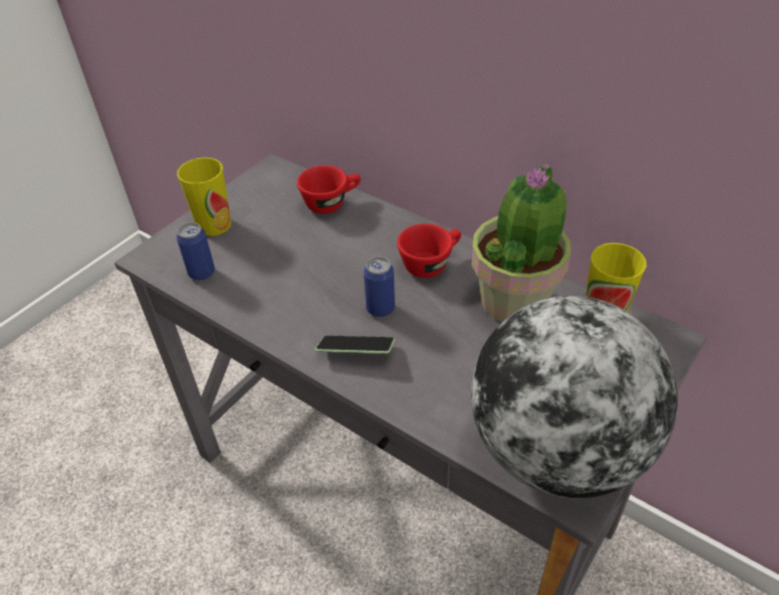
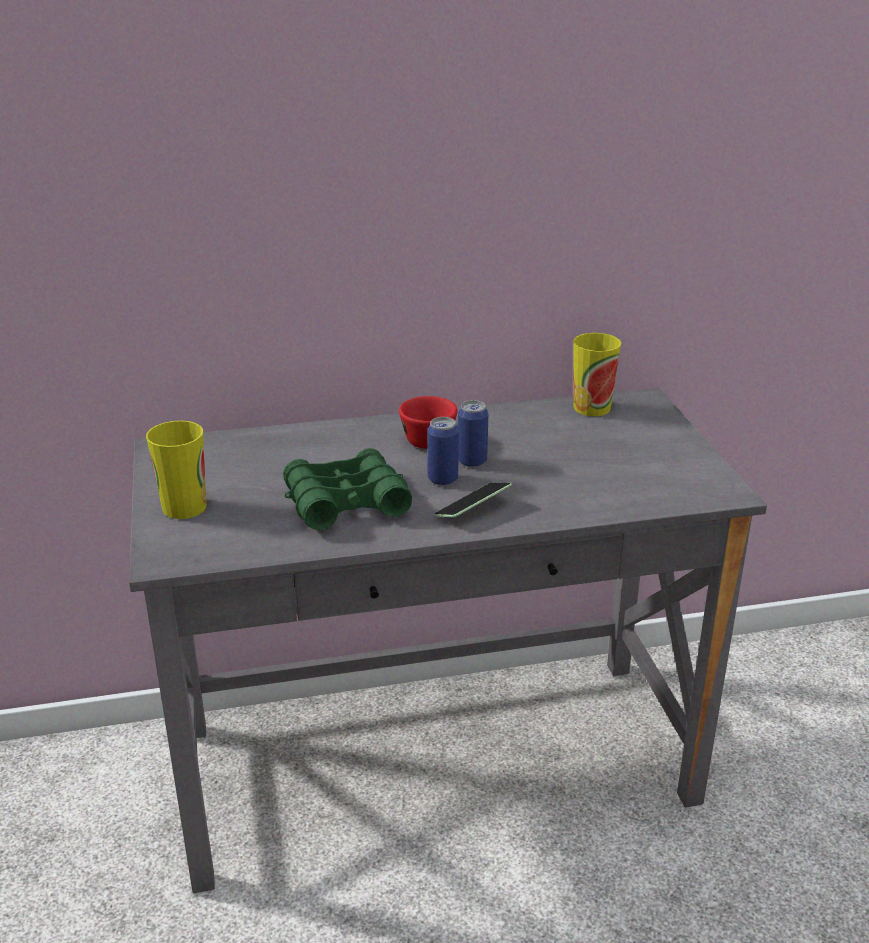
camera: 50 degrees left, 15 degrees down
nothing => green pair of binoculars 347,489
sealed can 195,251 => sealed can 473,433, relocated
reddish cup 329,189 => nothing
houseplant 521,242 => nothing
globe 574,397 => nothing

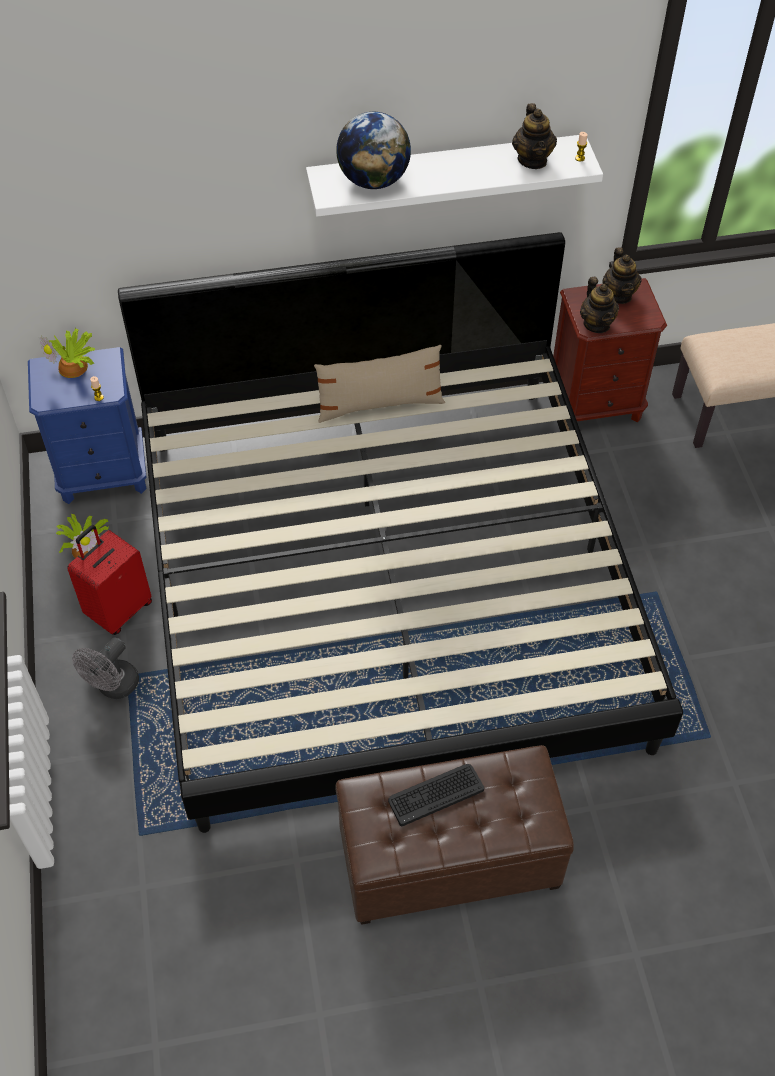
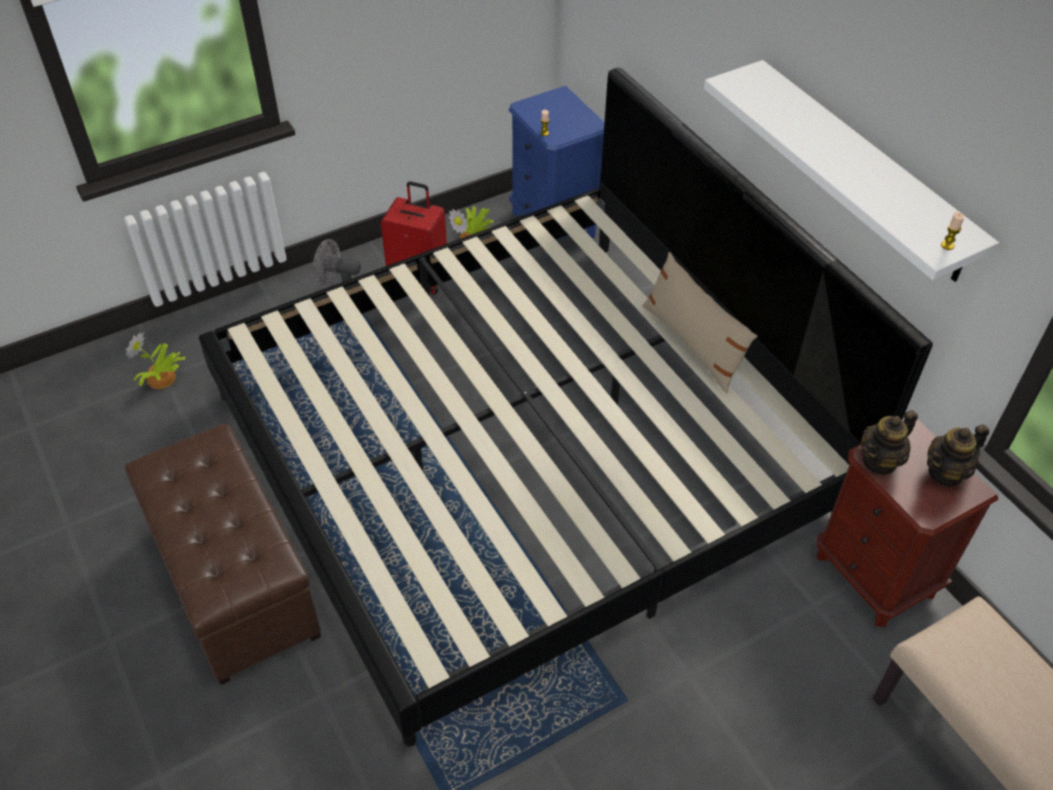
camera: 70 degrees right, 5 degrees down
houseplant 67,352 => houseplant 156,360, relocated
globe 373,150 => nothing
keyboard 436,795 => nothing
teapot 534,136 => nothing

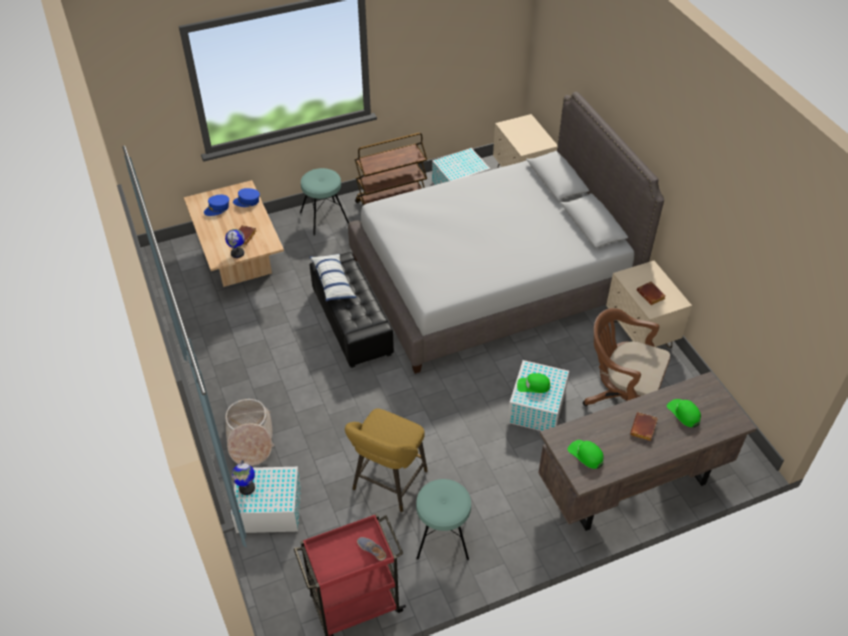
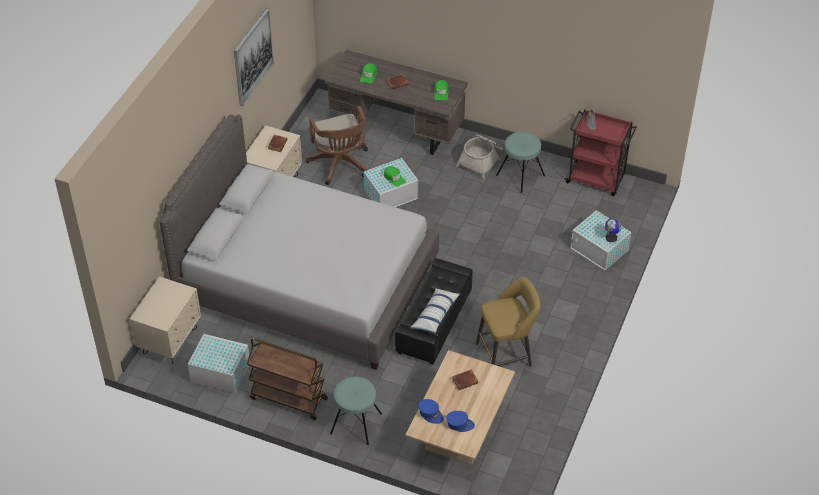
camera: 135 degrees left, 0 degrees up
nothing => wall art 254,57
household basket 249,432 => household basket 480,156, relocated
yellow-coloured stool seat 386,460 => yellow-coloured stool seat 508,322, relocated
globe 235,243 => nothing

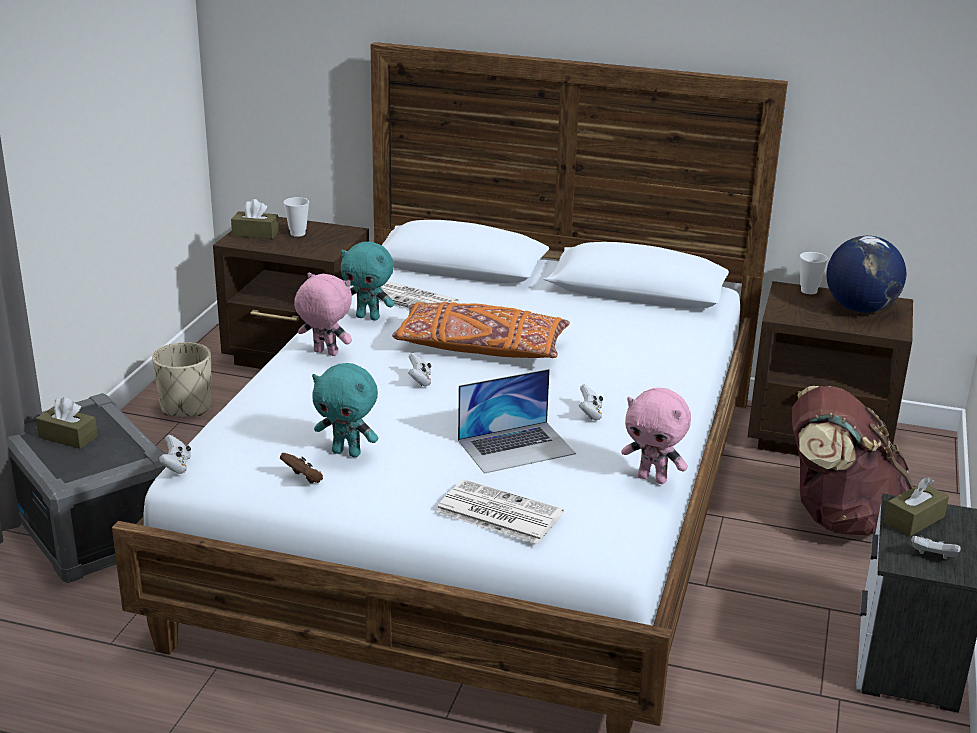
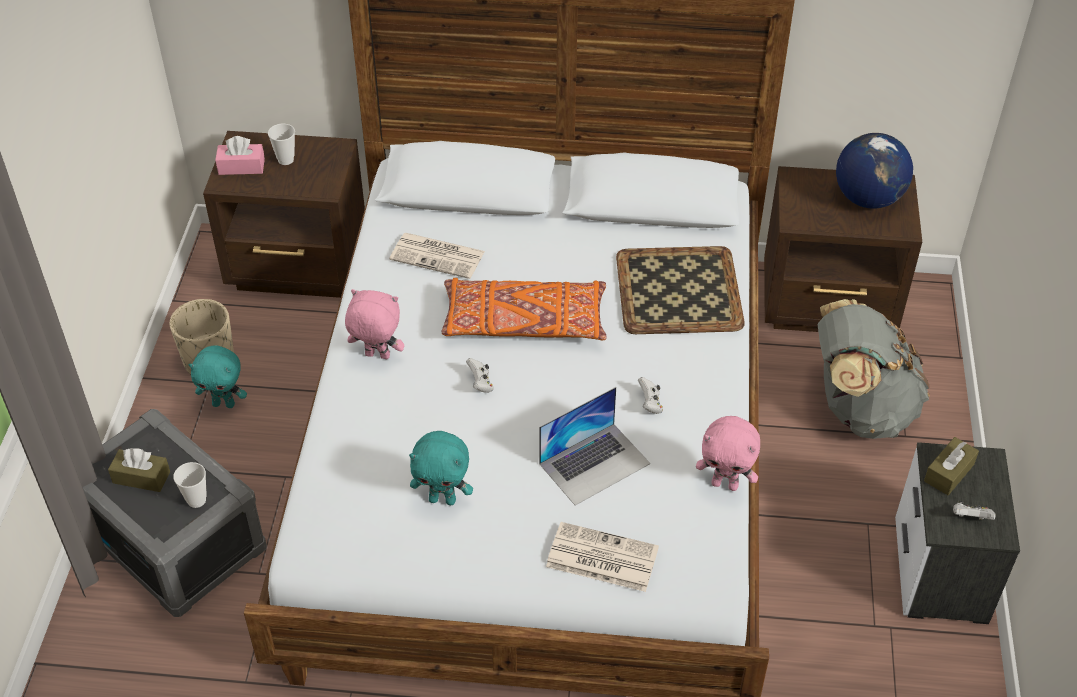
camera: 10 degrees left, 20 degrees up
cup 814,273 => cup 190,485, relocated
turquoise soft toy 368,281 => turquoise soft toy 217,376, relocated
brown-coloured tissue holder 255,219 => pinkish tissue holder 240,155
nothing => carrying tray 680,290
brown-coloured knapsack 852,460 => greyish knapsack 874,369
white-coloured joypad 174,454 => nothing
brown-coloured joypad 301,468 => nothing

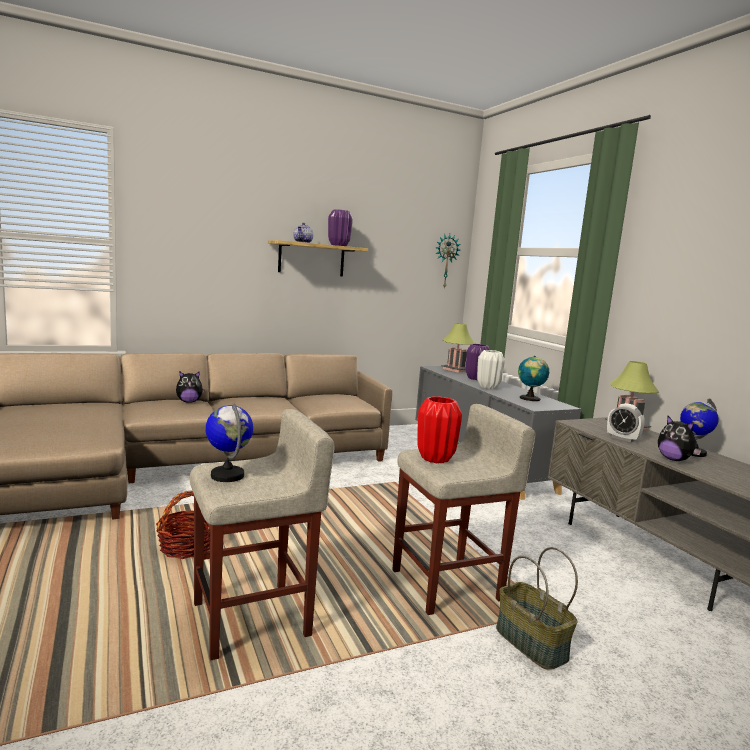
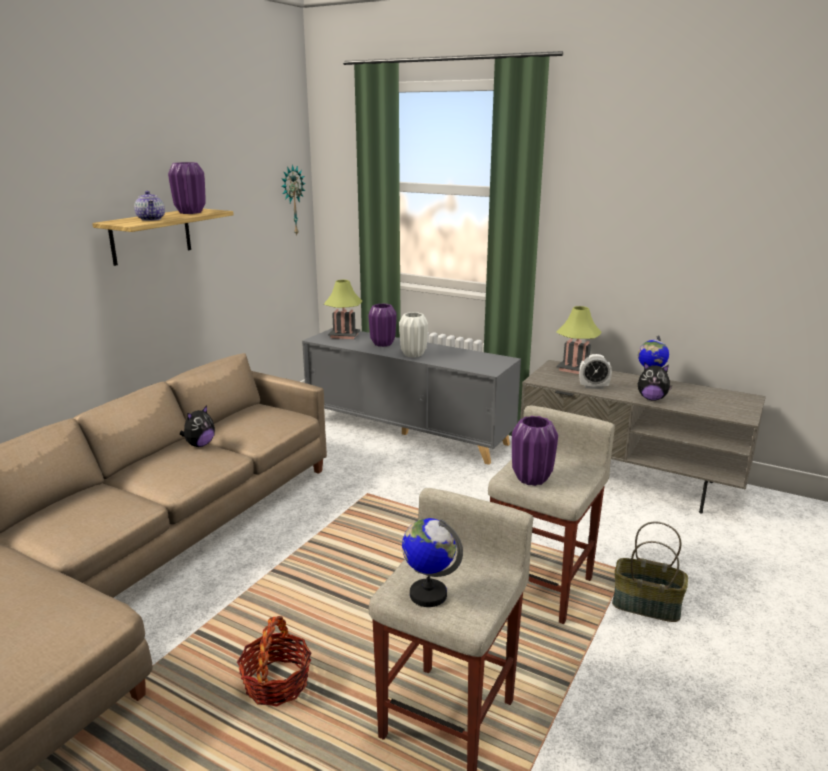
camera: 35 degrees left, 10 degrees up
soft toy 190,387 => soft toy 197,426, relocated
reddish decorative vase 439,429 => purple decorative vase 535,451
globe 533,378 => nothing

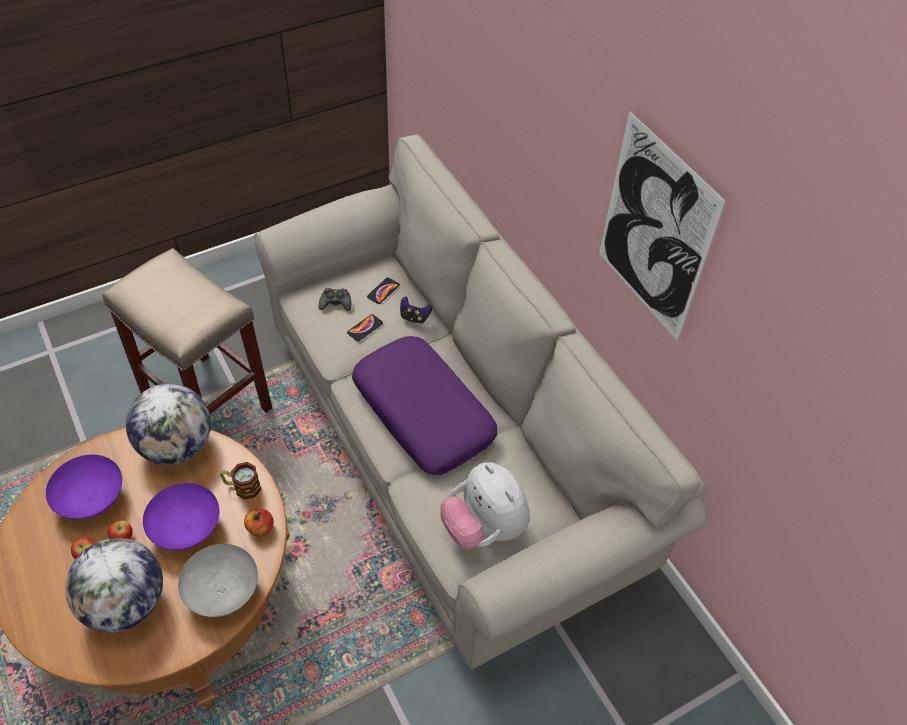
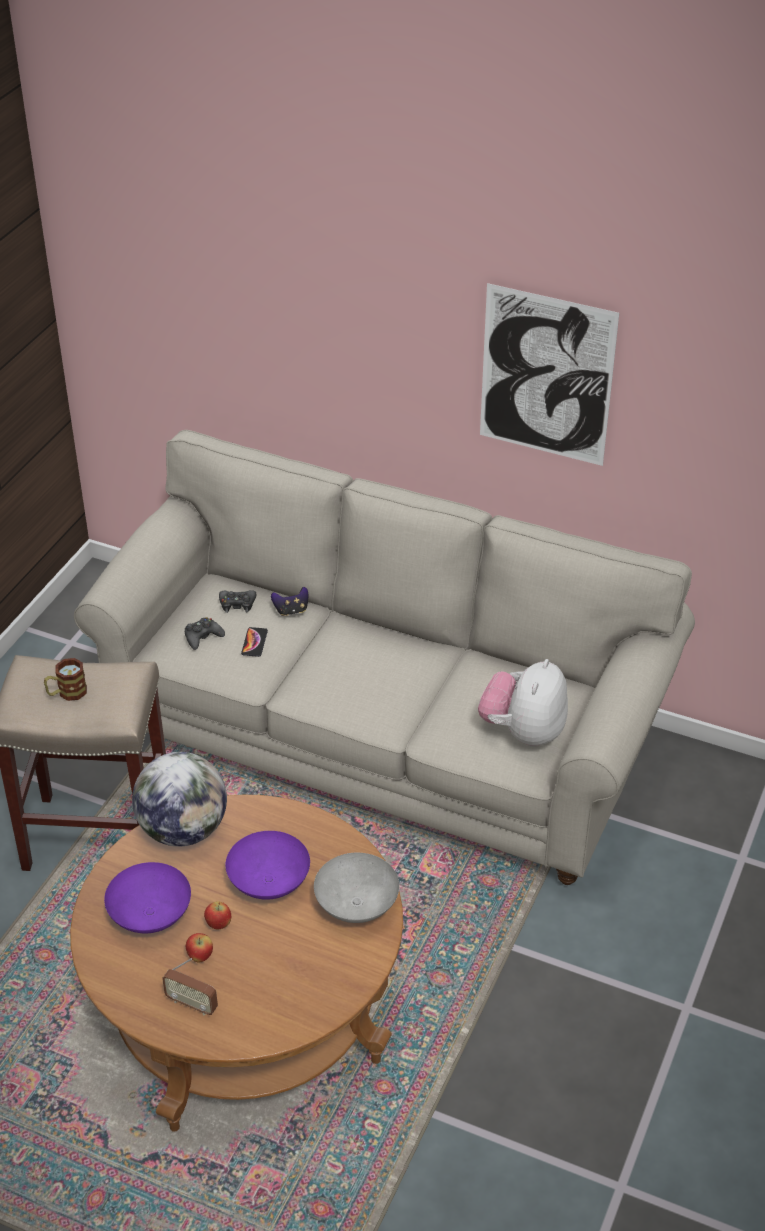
camera: 35 degrees left, 10 degrees down
coffee mug 240,480 => coffee mug 65,679, relocated
nothing => radio set 190,987
phone 383,290 => black-coloured joypad 237,601
soft toy 485,506 => soft toy 523,703, 90 degrees clockwise
globe 114,585 => nothing
whole apple 259,522 => nothing
purple throw pillow 424,405 => nothing

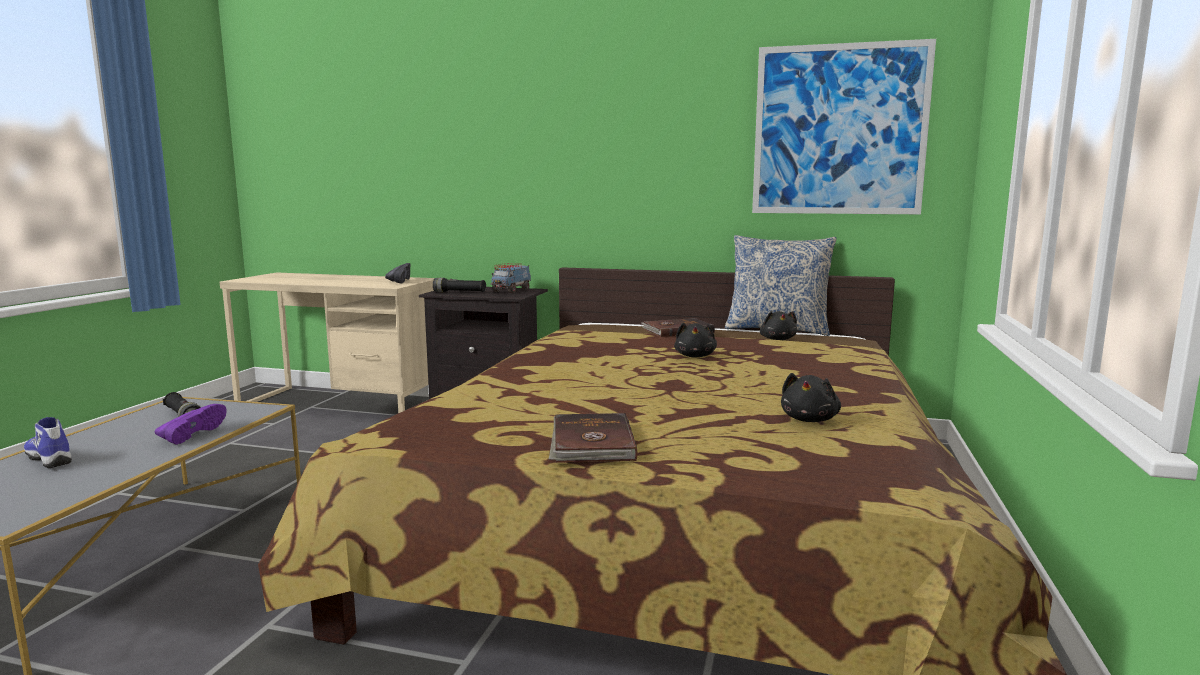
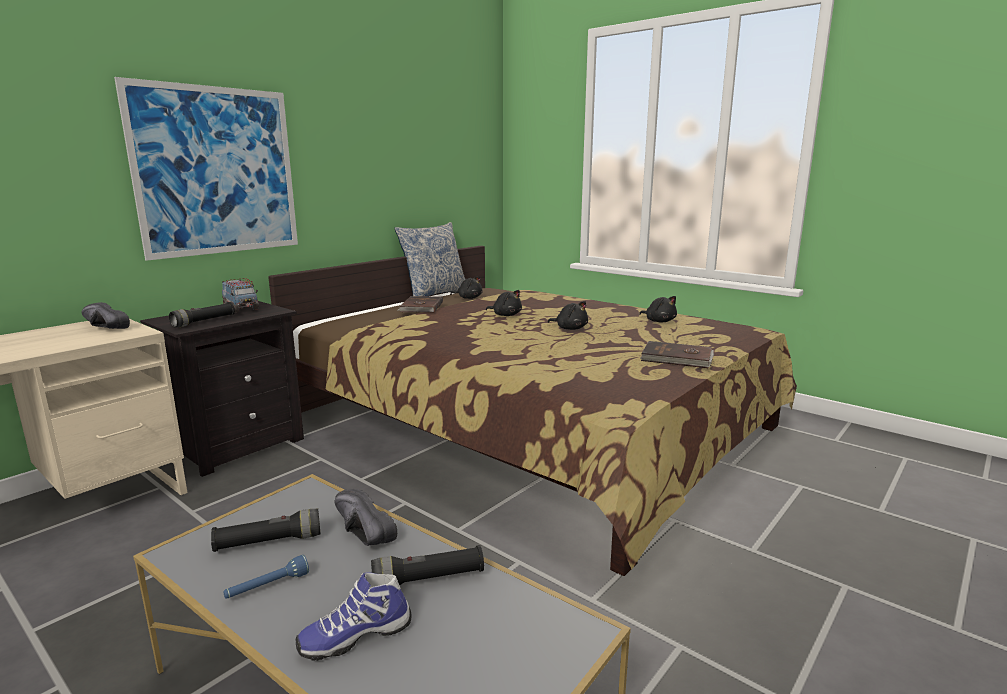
camera: 65 degrees left, 5 degrees up
wall art 844,126 => wall art 206,169, relocated
nothing => blue-coloured flashlight 266,577
purple low shoe 190,424 => black-coloured low shoe 365,517
nothing => black-coloured flashlight 427,565
nothing => black-coloured soft toy 568,315

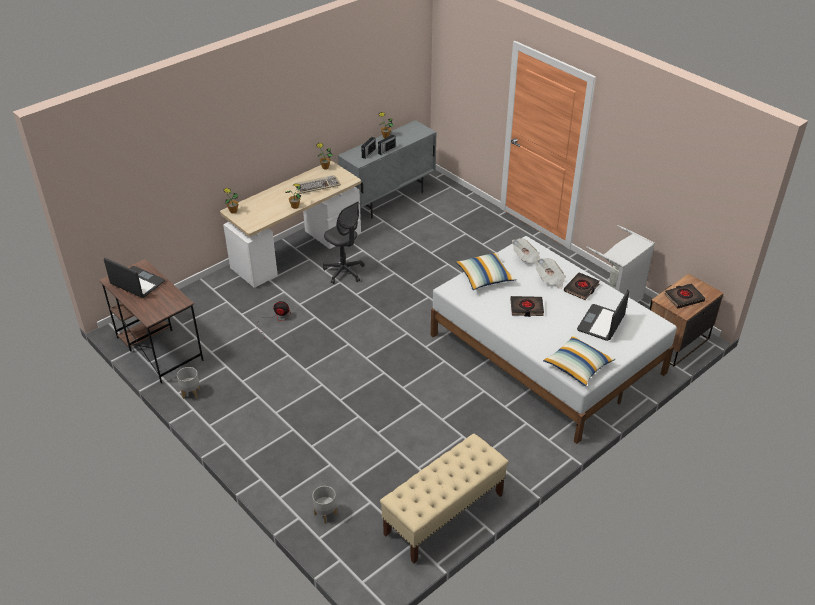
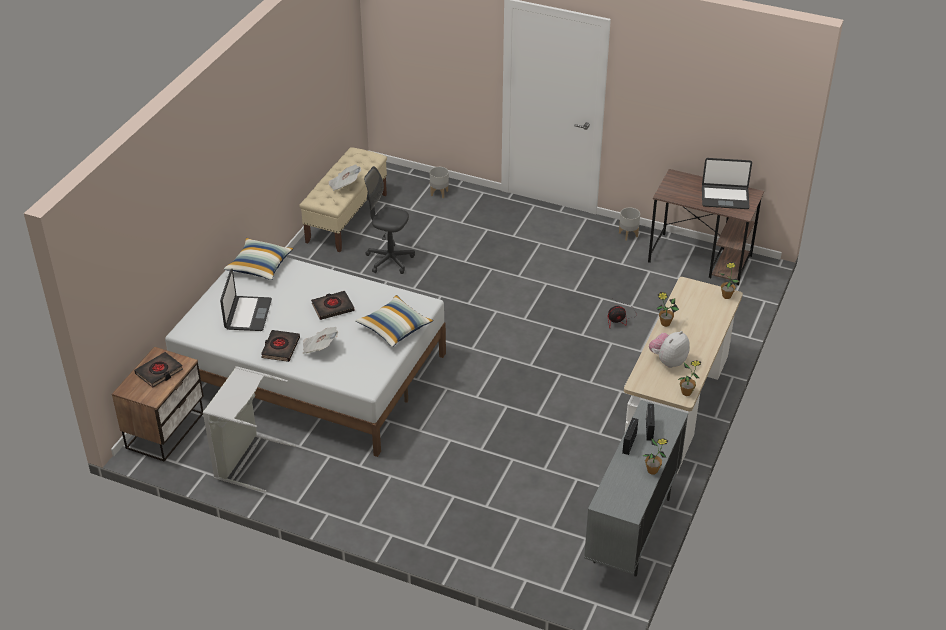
camera: 155 degrees right, 0 degrees up
printed paper 526,251 => printed paper 344,178, relocated
greyish office chair 344,243 => greyish office chair 389,220, relocated
keyboard 318,184 => soft toy 669,349

